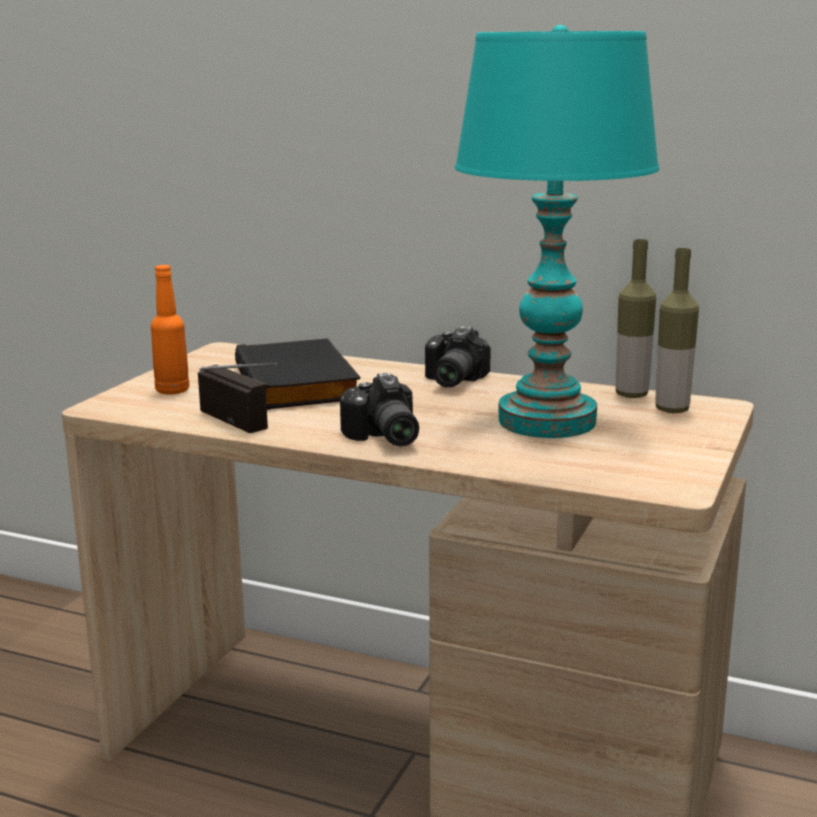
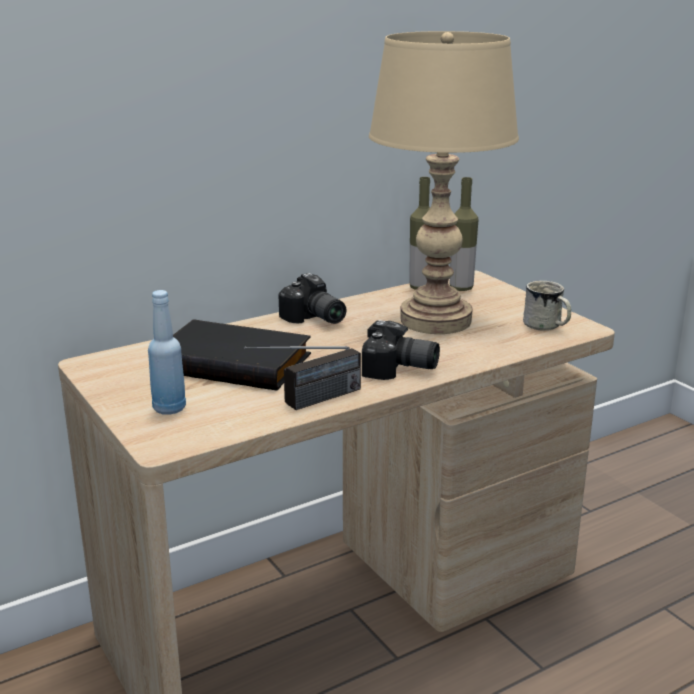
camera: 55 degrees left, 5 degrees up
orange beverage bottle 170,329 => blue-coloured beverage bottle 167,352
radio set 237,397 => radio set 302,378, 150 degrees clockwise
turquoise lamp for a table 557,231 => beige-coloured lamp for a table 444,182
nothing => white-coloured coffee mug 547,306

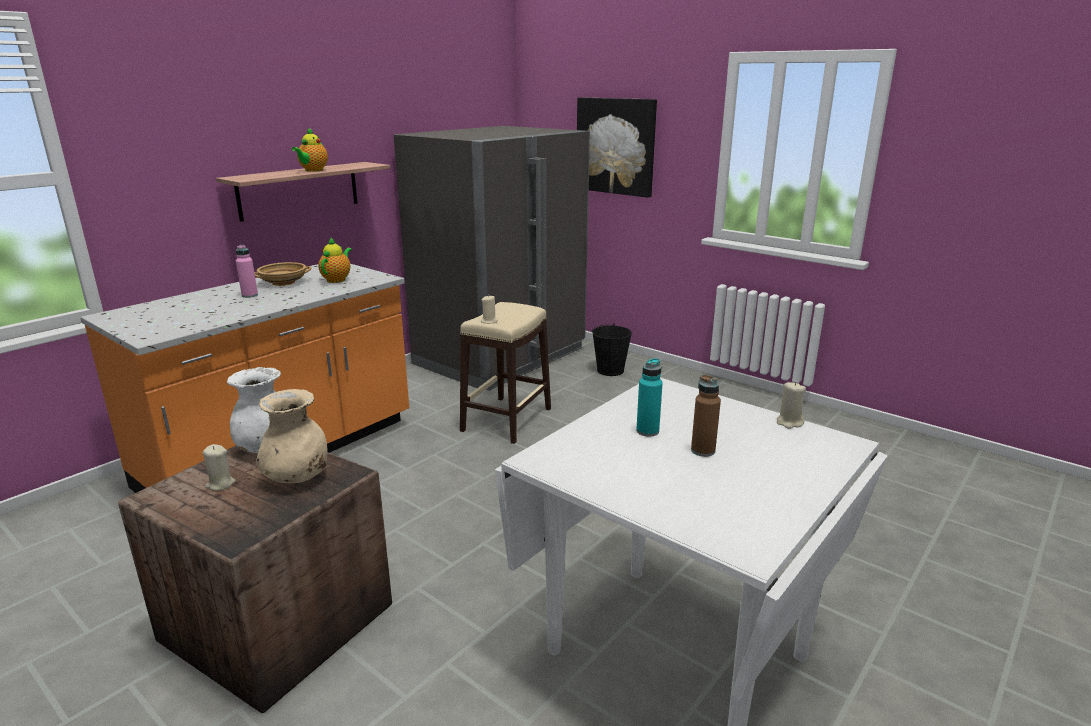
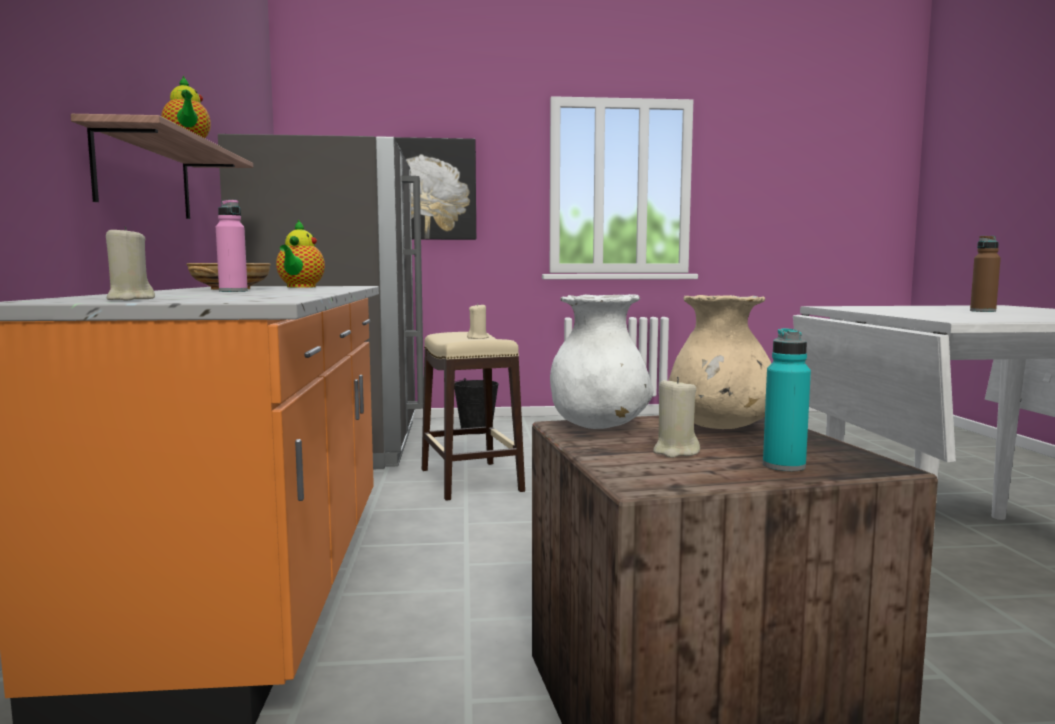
camera: 45 degrees left, 15 degrees down
beige-coloured wax light 791,405 => beige-coloured wax light 130,263, relocated
teapot 335,260 => teapot 300,254, 150 degrees counterclockwise
turquoise beverage bottle 649,397 => turquoise beverage bottle 787,399, relocated

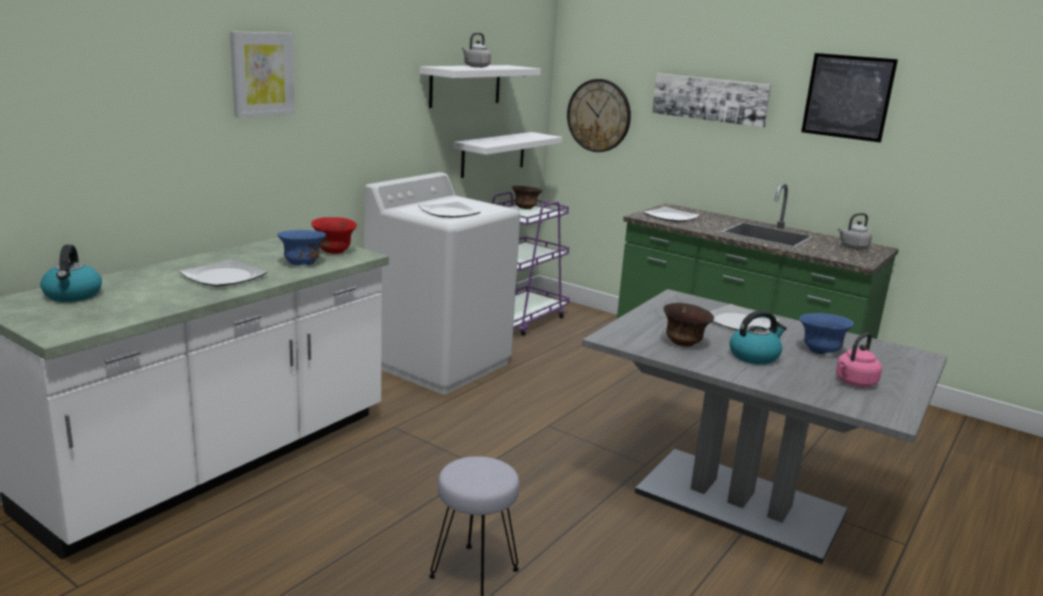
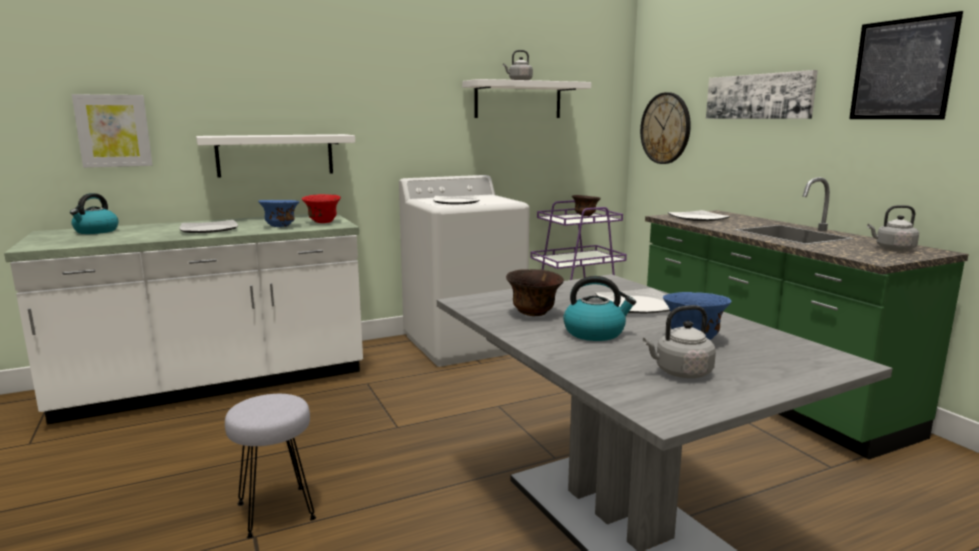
camera: 30 degrees right, 5 degrees down
wall art 262,74 => wall art 112,131, relocated
white-coloured bracket shelf 508,155 => white-coloured bracket shelf 275,156, relocated
pinkish tea kettle 859,360 => greyish tea kettle 679,341

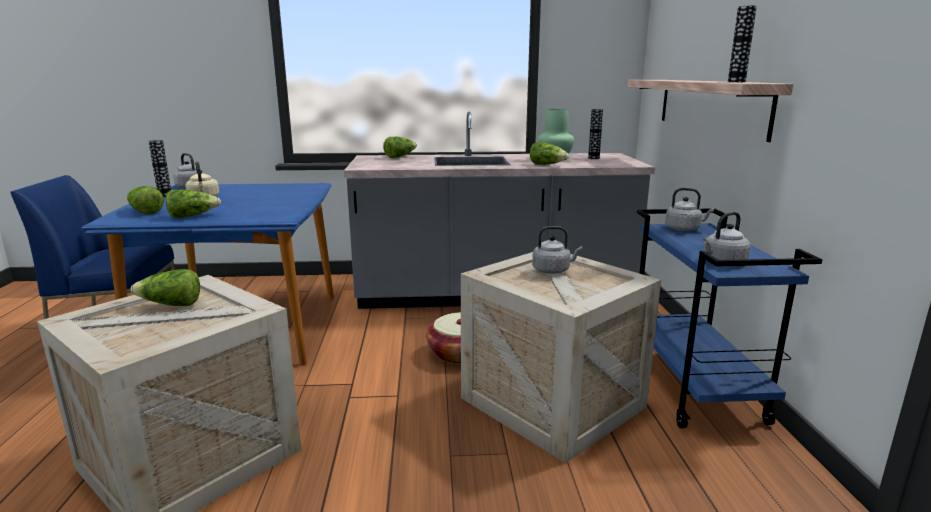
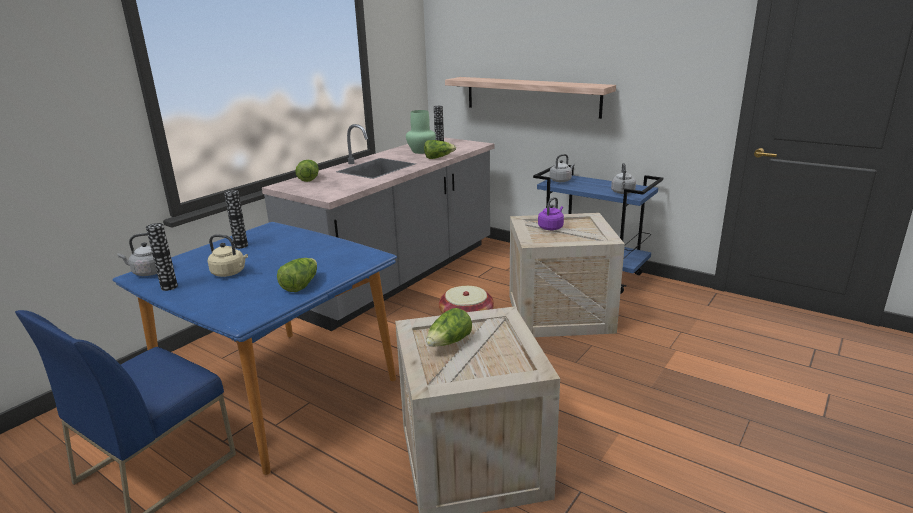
camera: 50 degrees left, 5 degrees up
decorative vase 742,44 => decorative vase 236,219, relocated
greyish tea kettle 557,250 => purple tea kettle 551,213
head of lettuce 145,200 => nothing

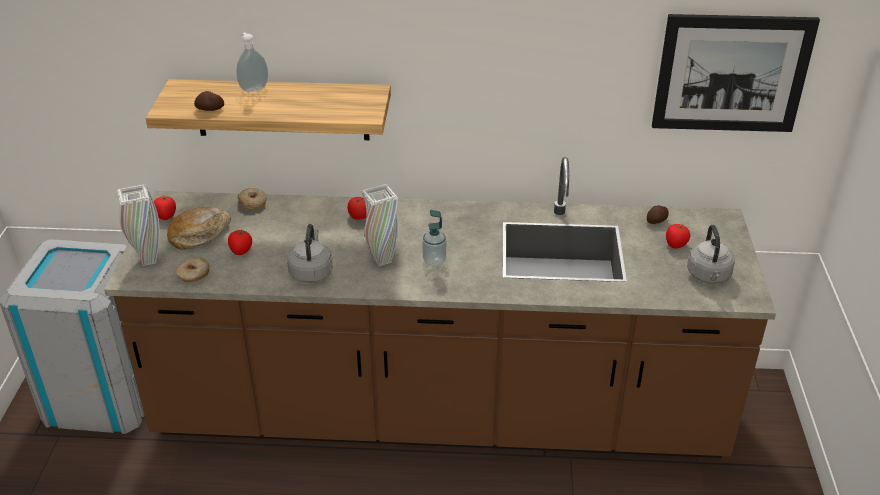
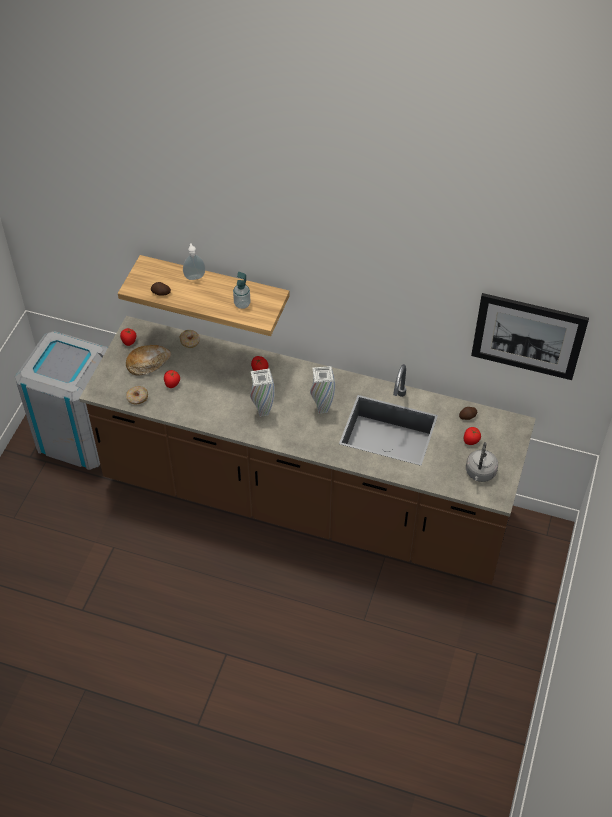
camera: 15 degrees right, 15 degrees up
soap bottle 434,238 => soap bottle 242,290, relocated
white-coloured decorative vase 139,225 => white-coloured decorative vase 322,390, relocated
greyish tea kettle 310,253 => nothing

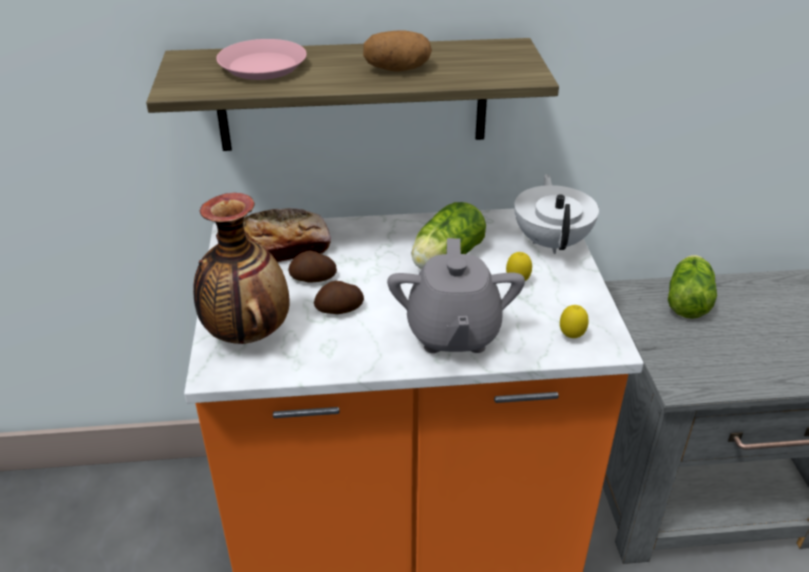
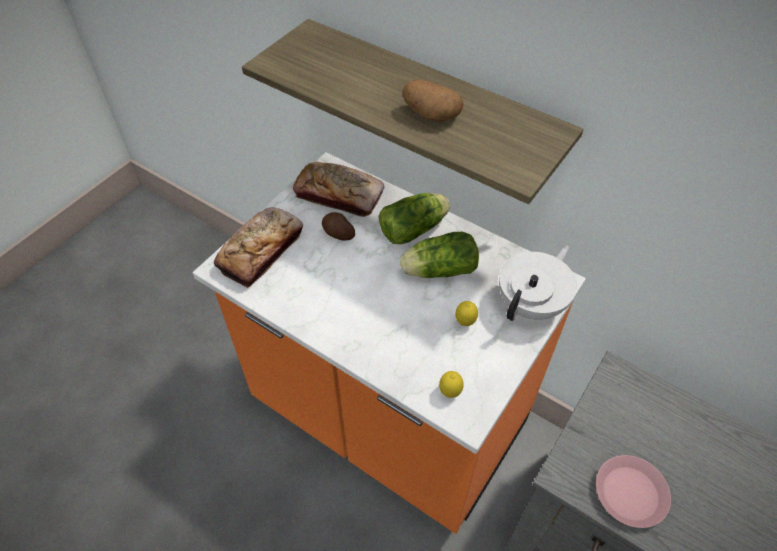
camera: 40 degrees right, 15 degrees up
decorative vase 241,268 => bread 258,247
head of lettuce 692,287 => head of lettuce 414,218, relocated
pinkish plate 261,59 => pinkish plate 633,491, relocated
whole potato 339,297 => nothing
greyish teapot 456,295 => nothing

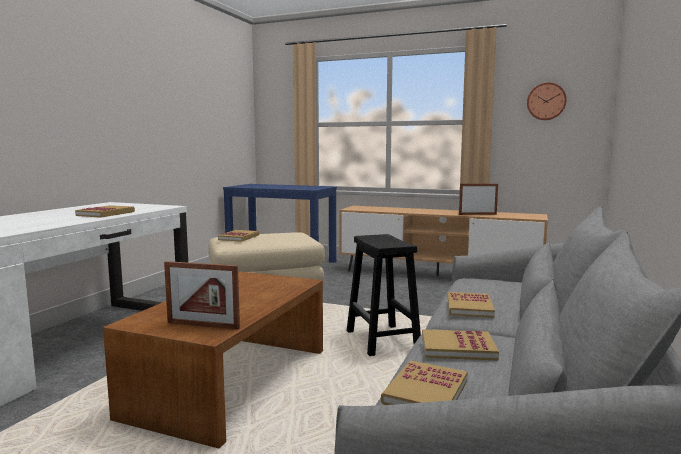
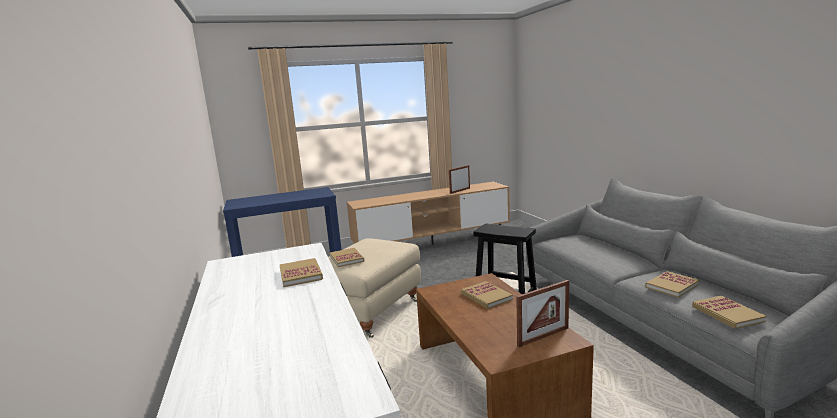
camera: 40 degrees left, 5 degrees up
volume 471,305 => volume 487,295, relocated
clock on the wall 547,101 => nothing

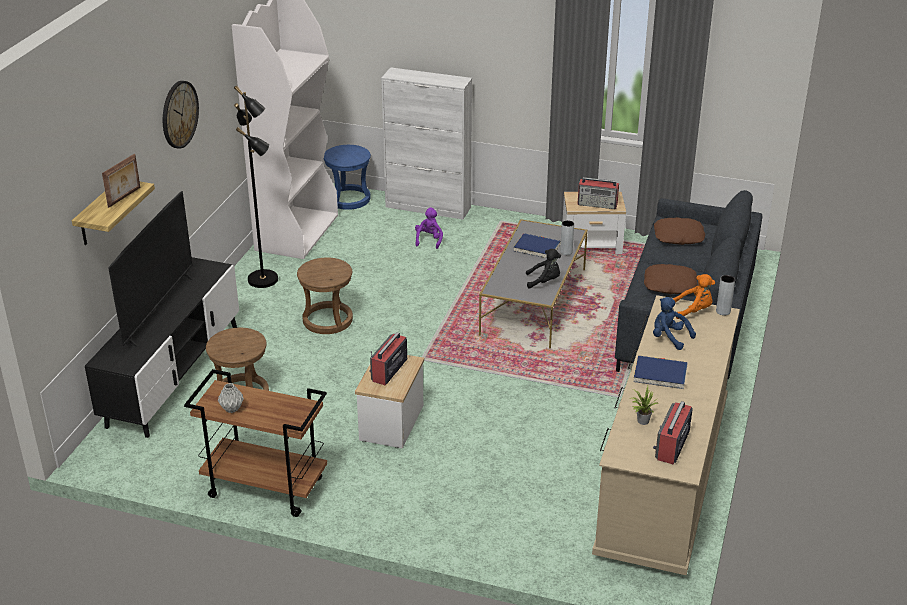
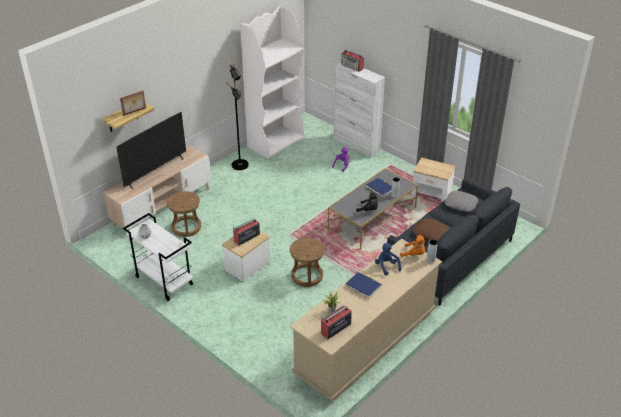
camera: 25 degrees right, 5 degrees up
black-coloured tv unit 162,347 => beige-coloured tv unit 157,188
brown-coloured wheeled cart 255,443 => white-coloured wheeled cart 158,257
brown-coloured stool seat 325,296 => brown-coloured stool seat 307,262, relocated
radio set 598,193 => radio set 352,61, relocated
brown-coloured throw pillow 679,231 => greyish throw pillow 461,201
clock on the wall 181,115 => nothing
blue-coloured stool seat 347,177 => nothing

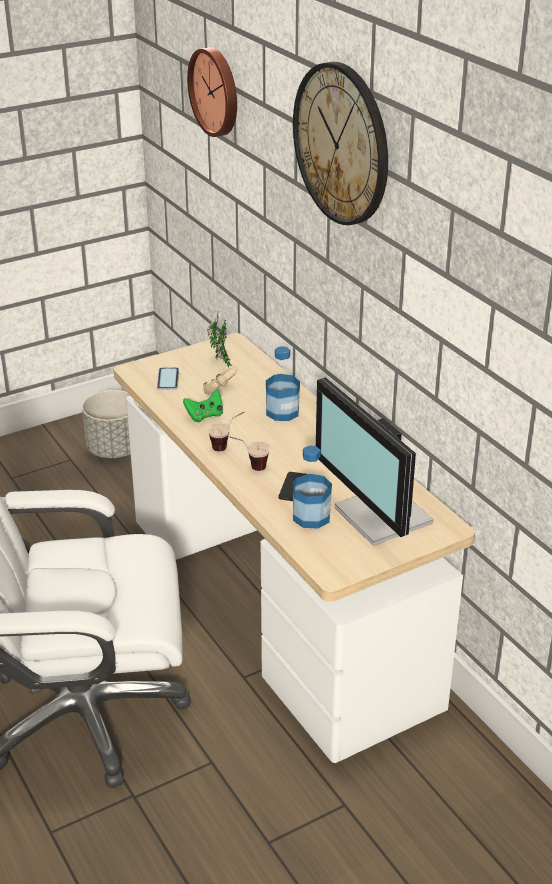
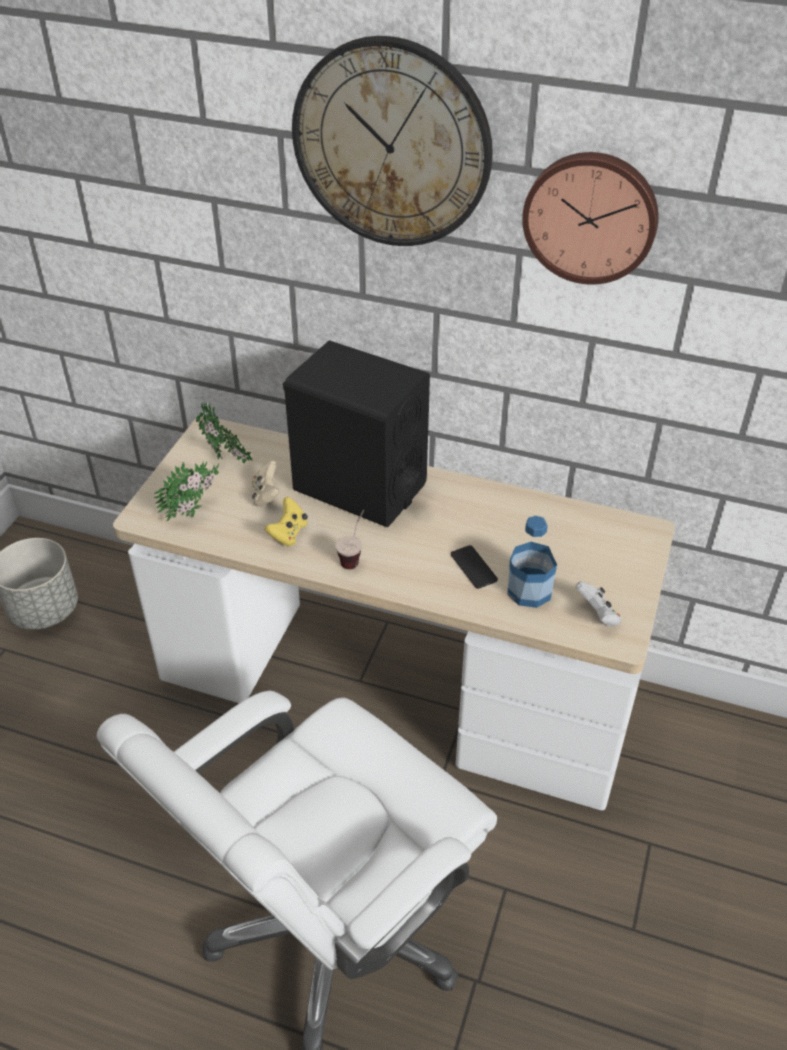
camera: 40 degrees left, 10 degrees up
phone 168,378 => houseplant 186,492
green joypad 203,405 => yellow-coloured joypad 286,521
beverage bottle 283,383 => black-coloured speaker 356,434
clock on the wall 212,92 => clock on the wall 590,218, relocated
nothing => white-coloured joypad 598,603
cup 249,454 => nothing
computer display 374,461 => nothing

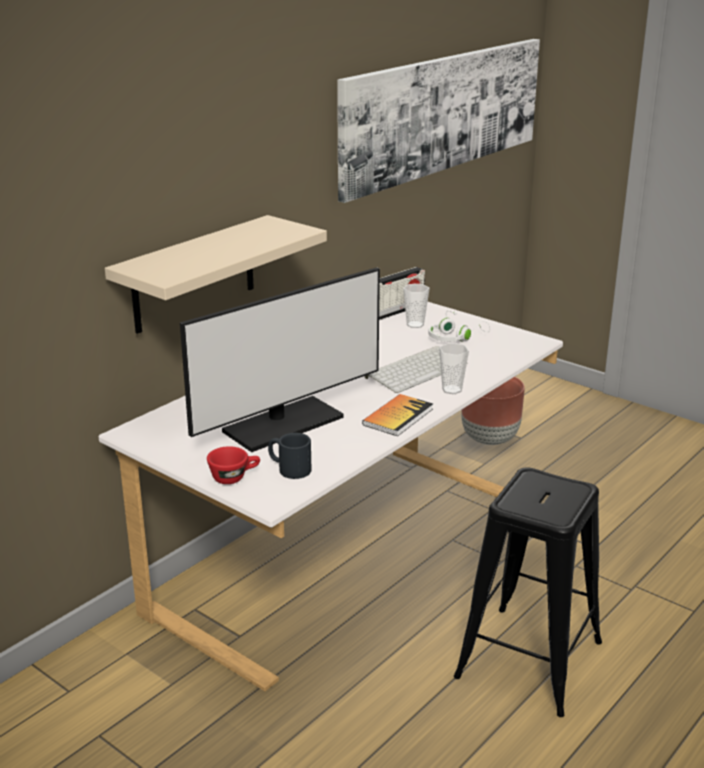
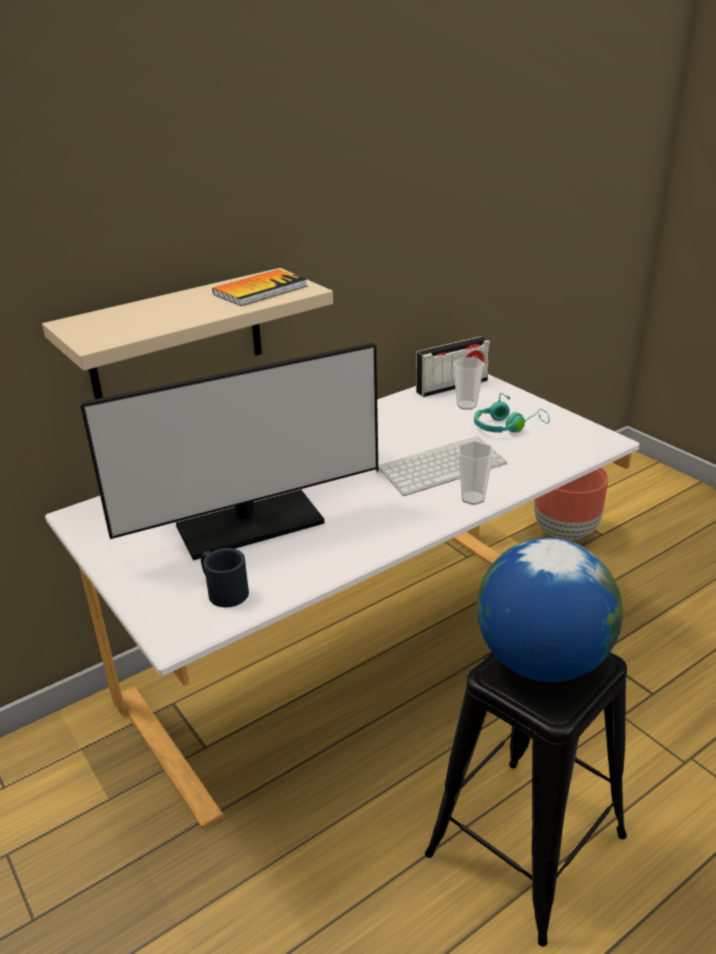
camera: 15 degrees right, 5 degrees up
volume 397,415 => volume 259,287, relocated
white-coloured pair of headphones 459,326 => turquoise pair of headphones 511,413
nothing => globe 550,610
reddish cup 233,465 => nothing
wall art 438,121 => nothing

